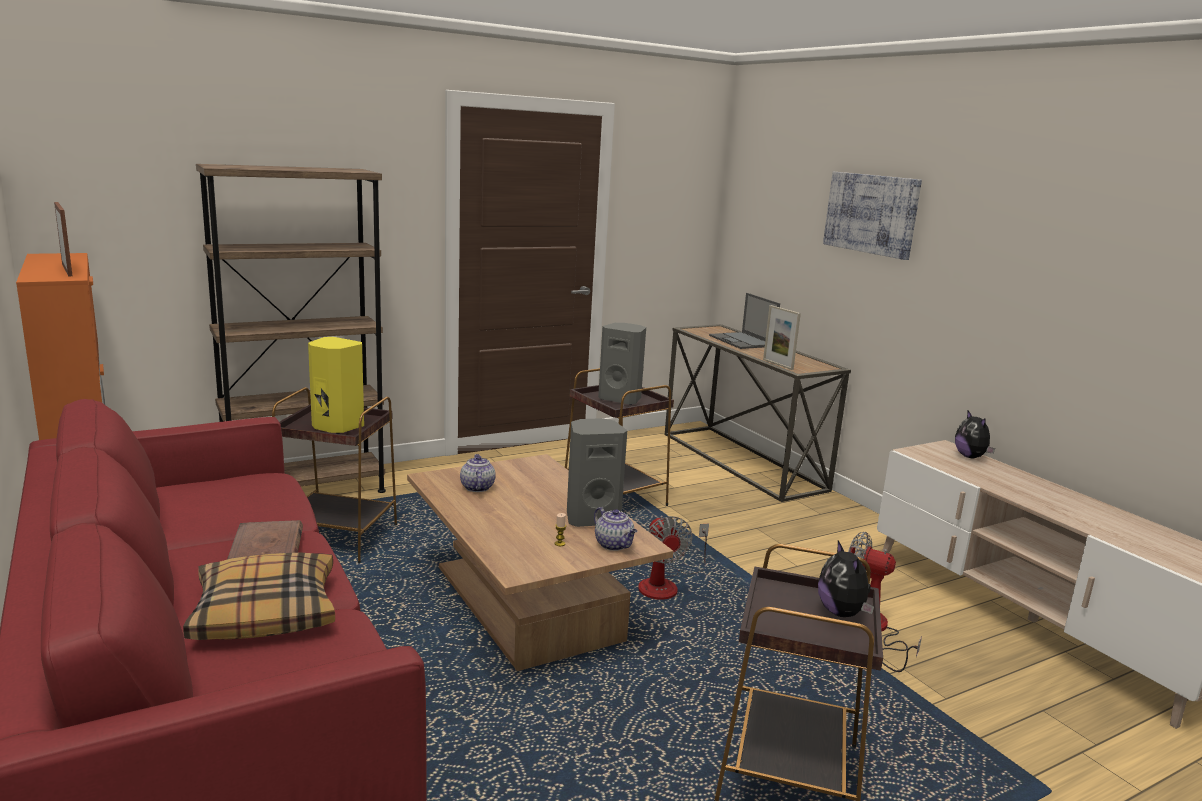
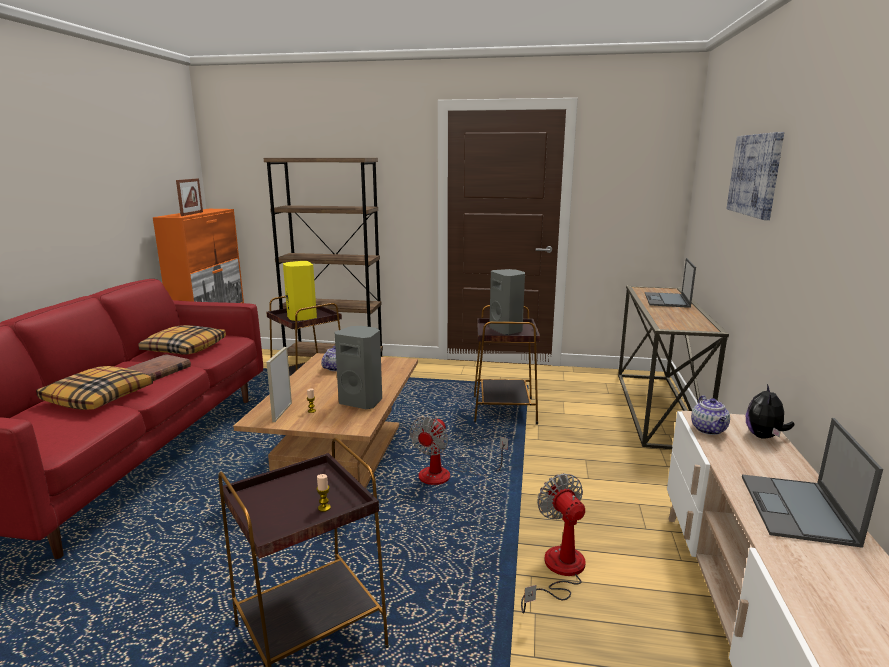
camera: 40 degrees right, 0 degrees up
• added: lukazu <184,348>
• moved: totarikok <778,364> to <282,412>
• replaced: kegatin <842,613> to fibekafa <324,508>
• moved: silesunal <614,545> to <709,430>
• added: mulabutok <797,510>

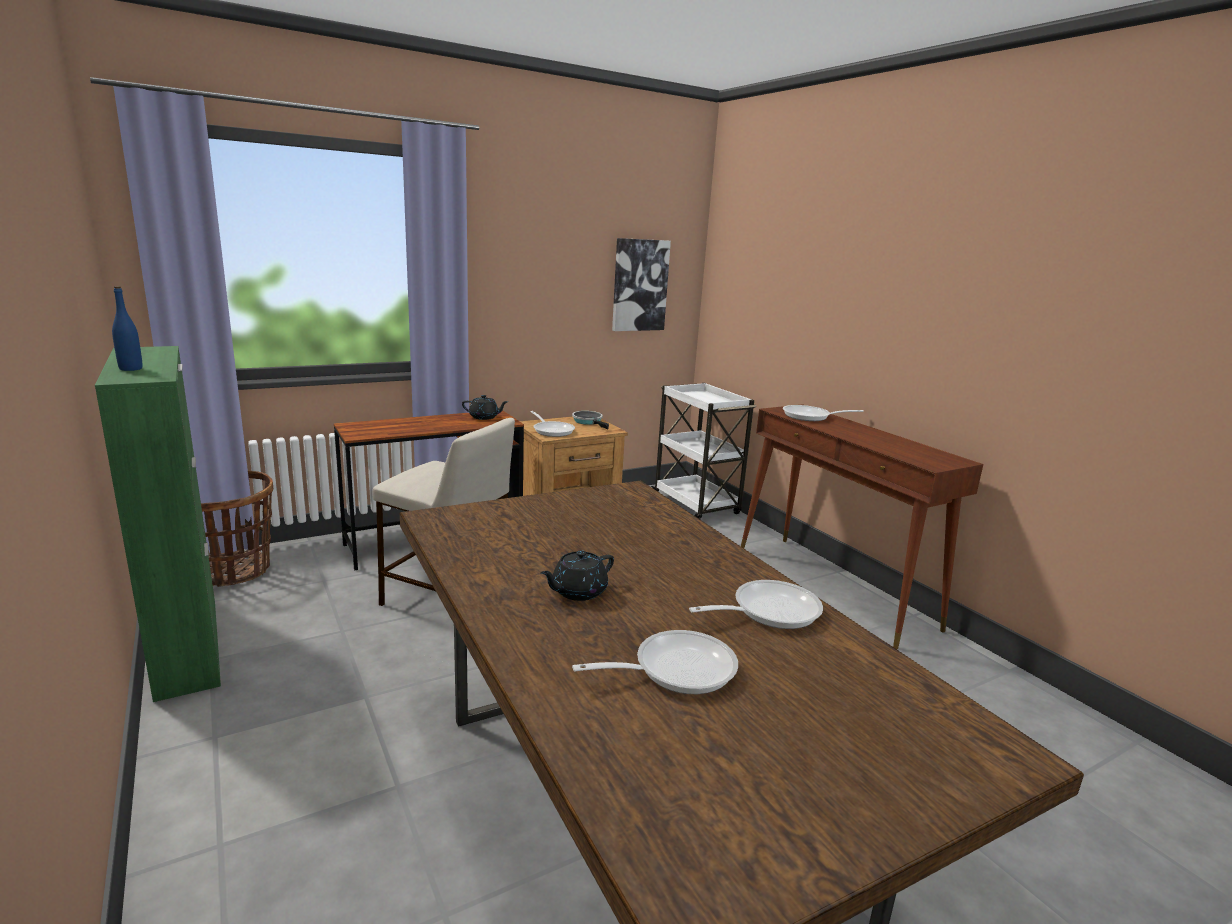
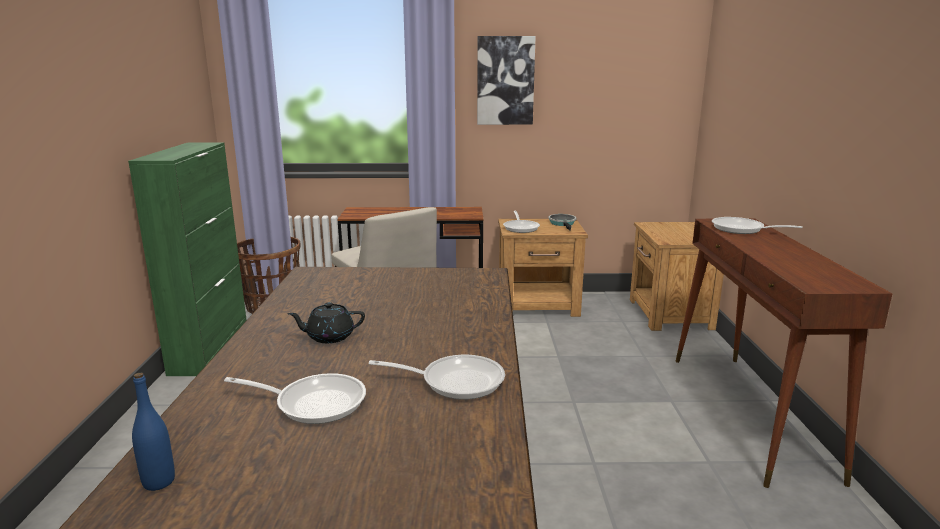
camera: 30 degrees right, 0 degrees up
• moved: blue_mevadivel <131,369> to <159,482>
• moved: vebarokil <639,285> to <505,81>
• replaced: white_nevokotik <696,505> to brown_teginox <669,314>
• removed: black_silesunal <484,417>

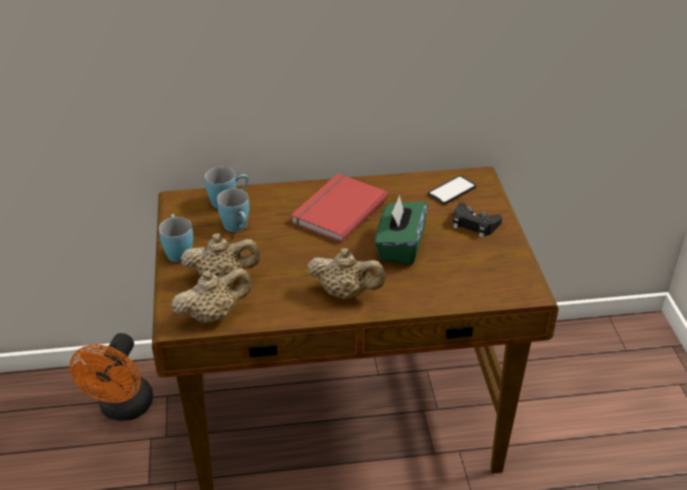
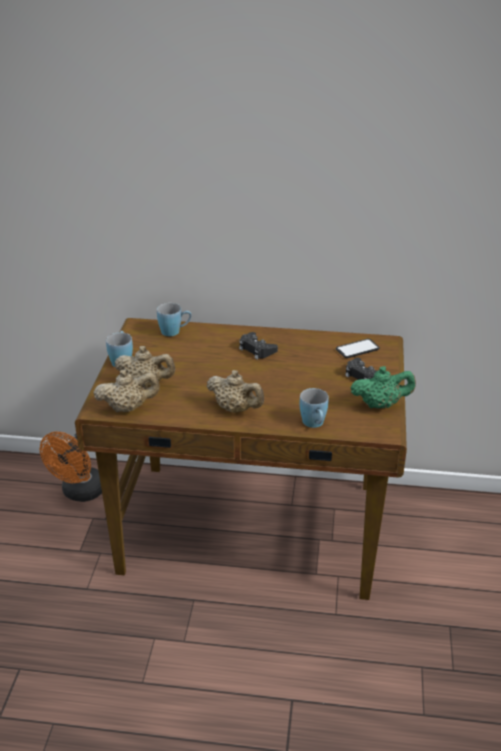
camera: 15 degrees right, 5 degrees down
• replaced: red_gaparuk <337,210> to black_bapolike <256,349>
• moved: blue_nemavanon <238,228> to <314,424>
• added: green_silesunal <380,405>
• removed: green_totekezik <400,247>

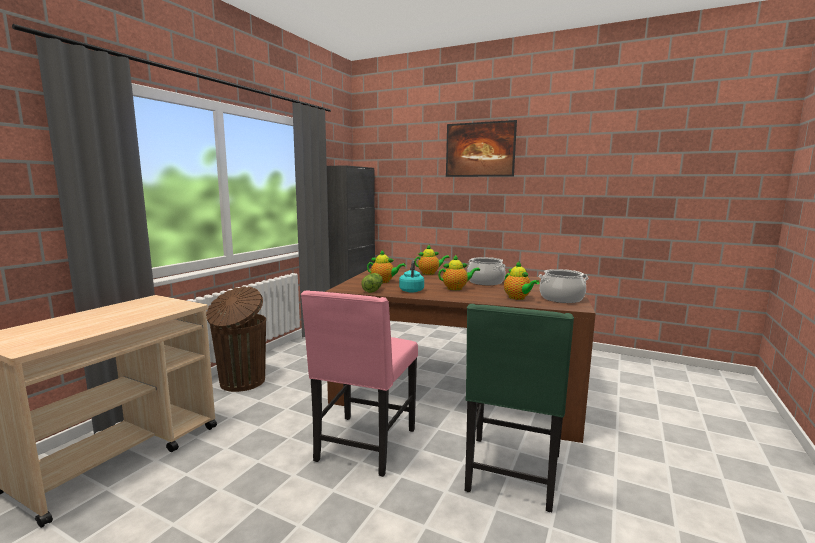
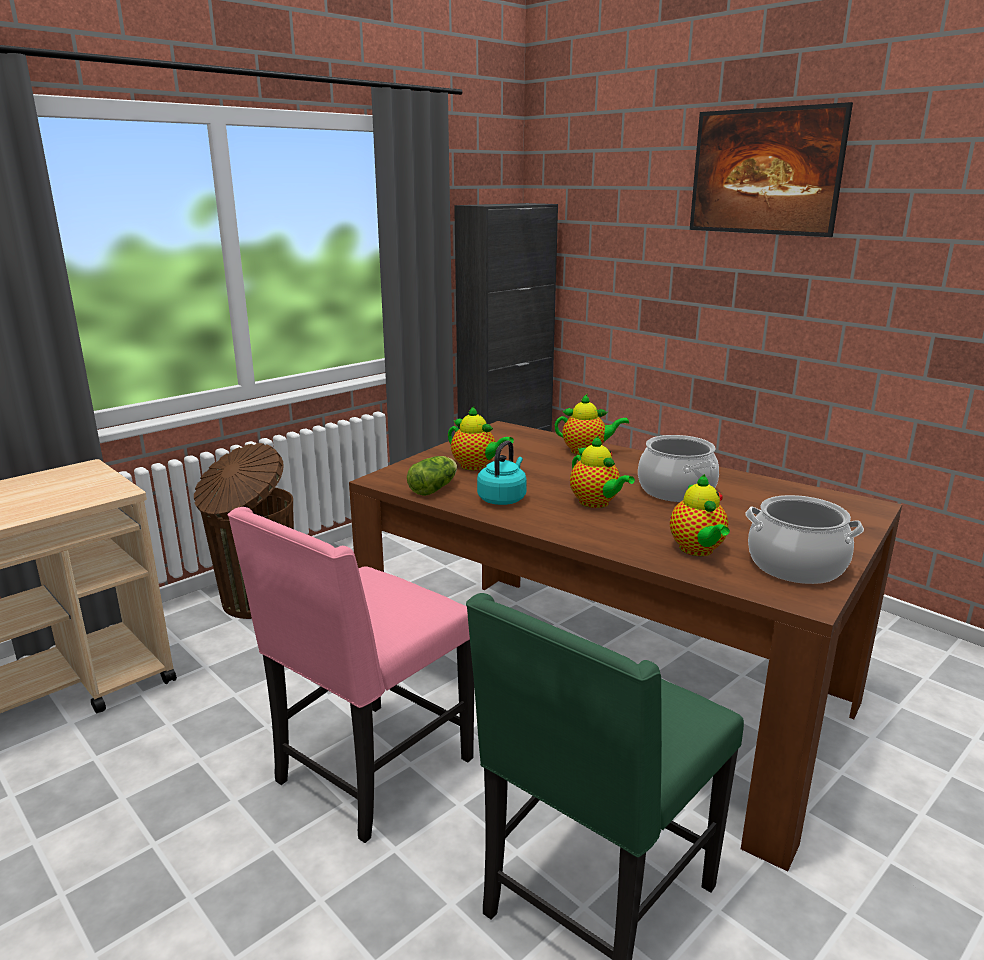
camera: 20 degrees right, 10 degrees up
• turned: silesunal <456,288> = <596,503> 45 degrees clockwise

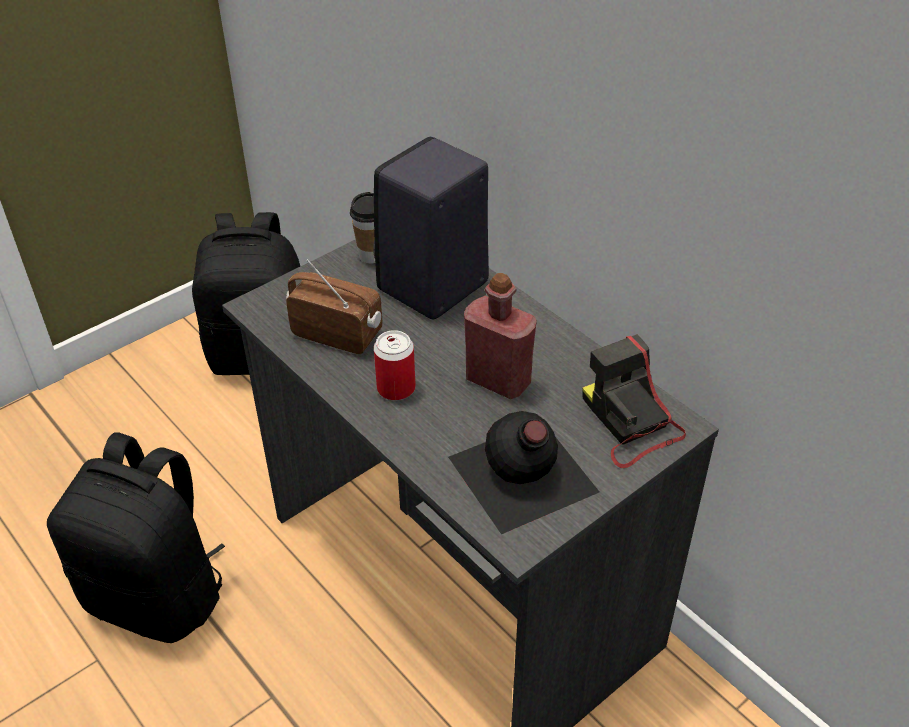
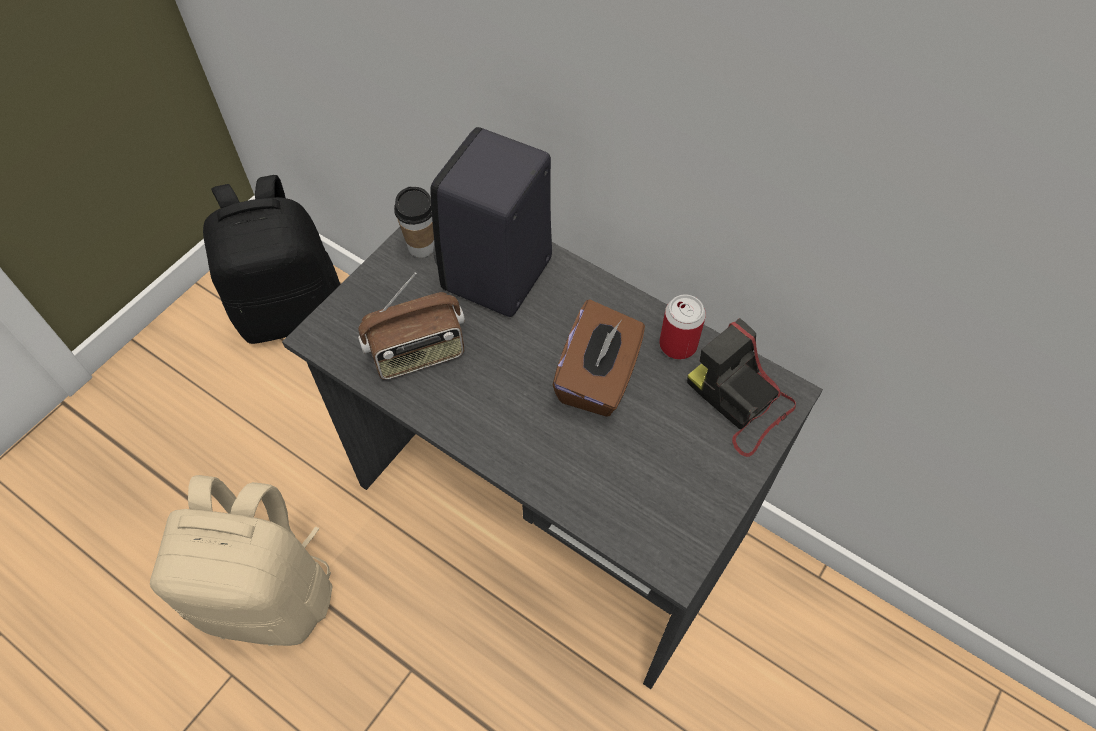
camera: 15 degrees left, 15 degrees up
• recoloured: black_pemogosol <158,596> to beige_pemogosol <270,595>
• turned: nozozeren <338,334> = <418,354> 150 degrees clockwise
• replaced: red_mevadivel <498,380> to brown_totekezik <598,378>
• moved: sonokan <396,388> to <678,344>
• removed: black_mevadivel <521,476>

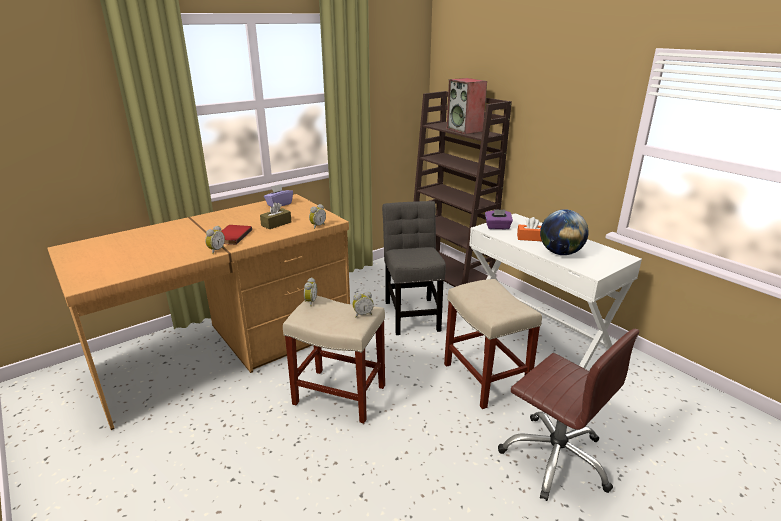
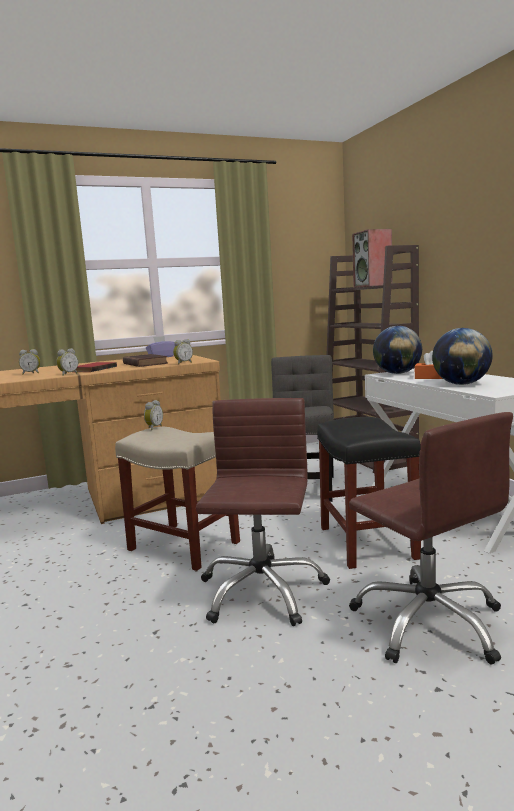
camera: 15 degrees right, 15 degrees down
• moved: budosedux <363,314> to <31,373>
• replaced: brown_totekezik <276,224> to brown_gaparuk <144,363>
• added: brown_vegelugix <261,591>
• recoloured: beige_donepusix <484,377> to black_donepusix <366,542>
• replaced: purple_totekezik <497,227> to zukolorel <397,373>

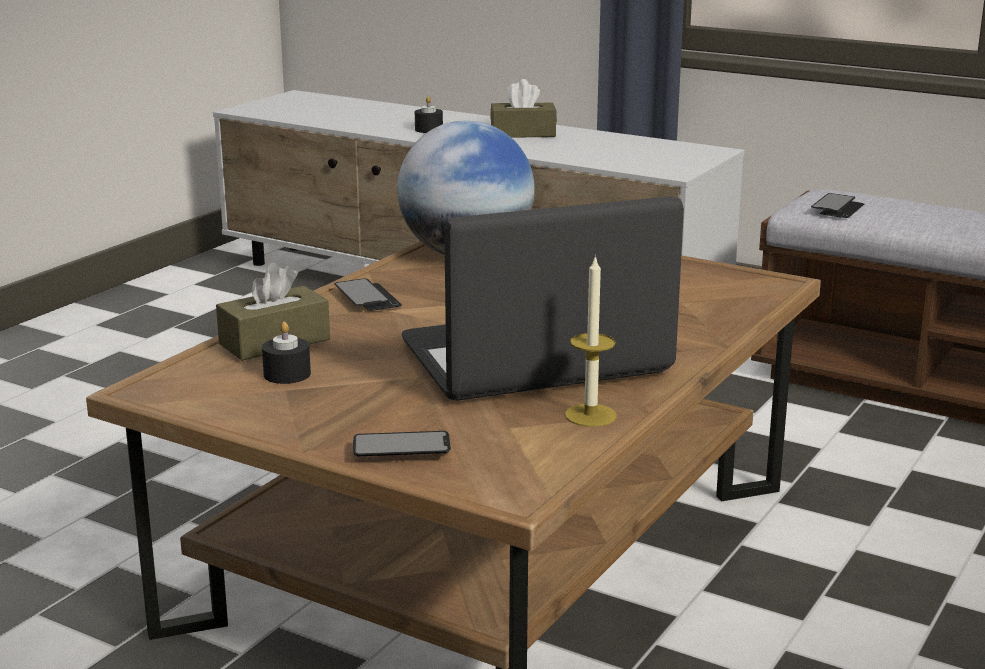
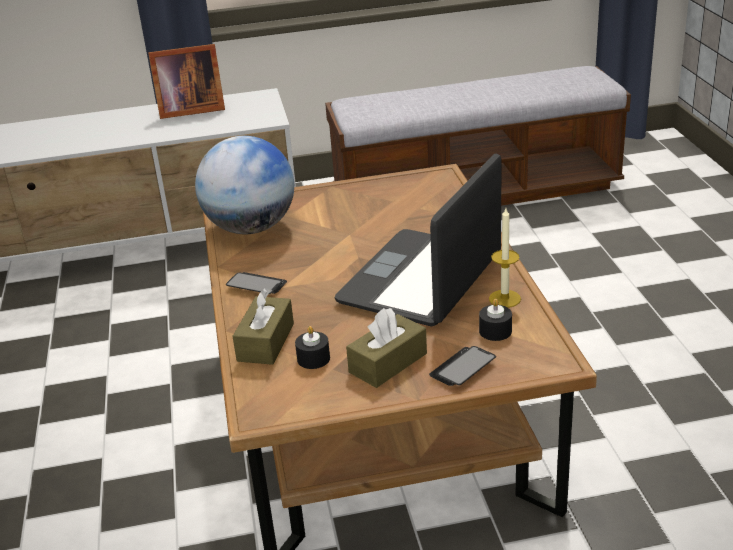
camera: 40 degrees left, 10 degrees up
• added: totarikok <189,110>
• moved: brown_totekezik <523,133> to <388,363>
• moved: black_fibekafa <428,129> to <495,331>
• removed: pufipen <837,208>

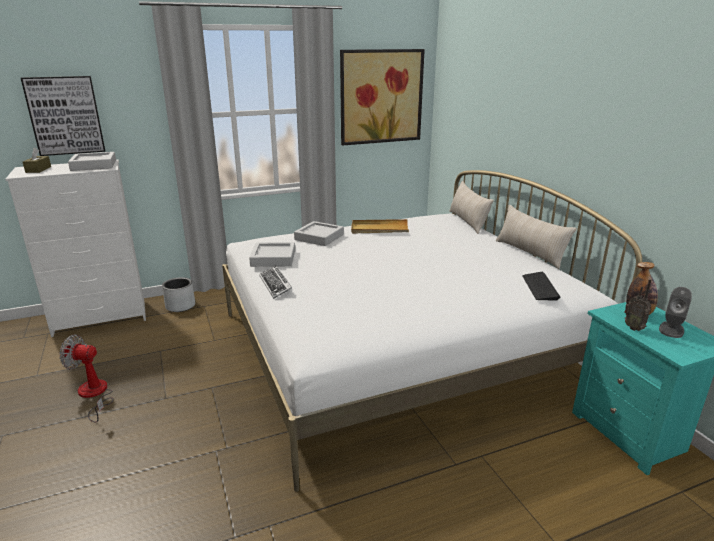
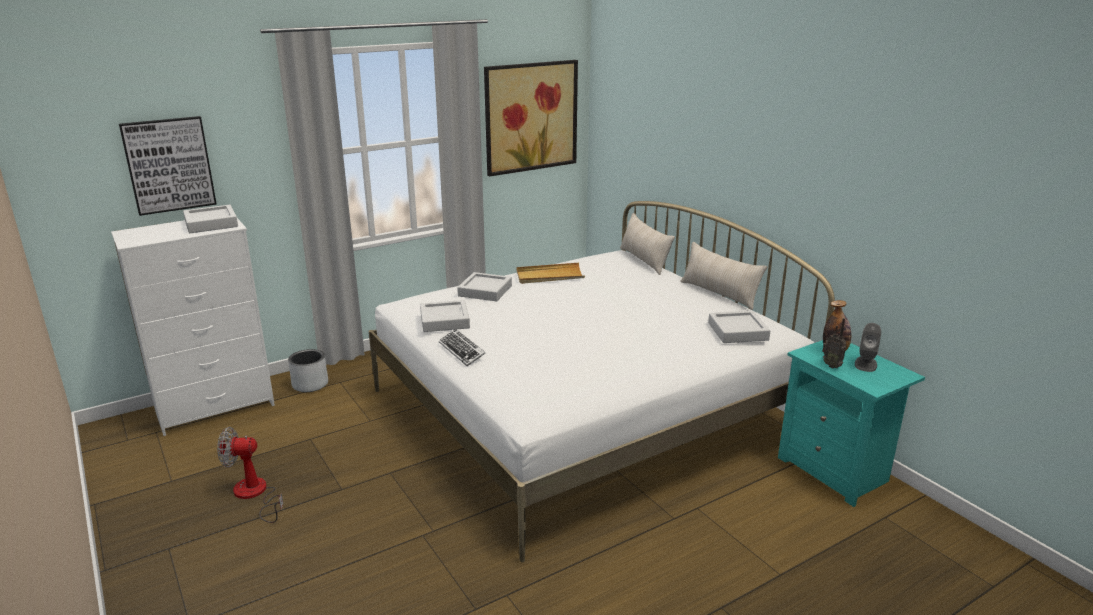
camera: 10 degrees left, 0 degrees up
• replaced: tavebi <540,287> to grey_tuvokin <737,331>
• removed: brown_totekezik <38,169>

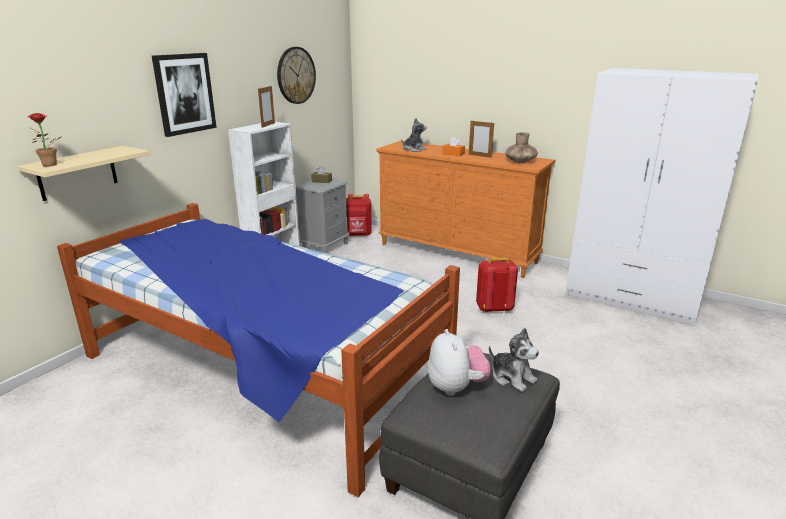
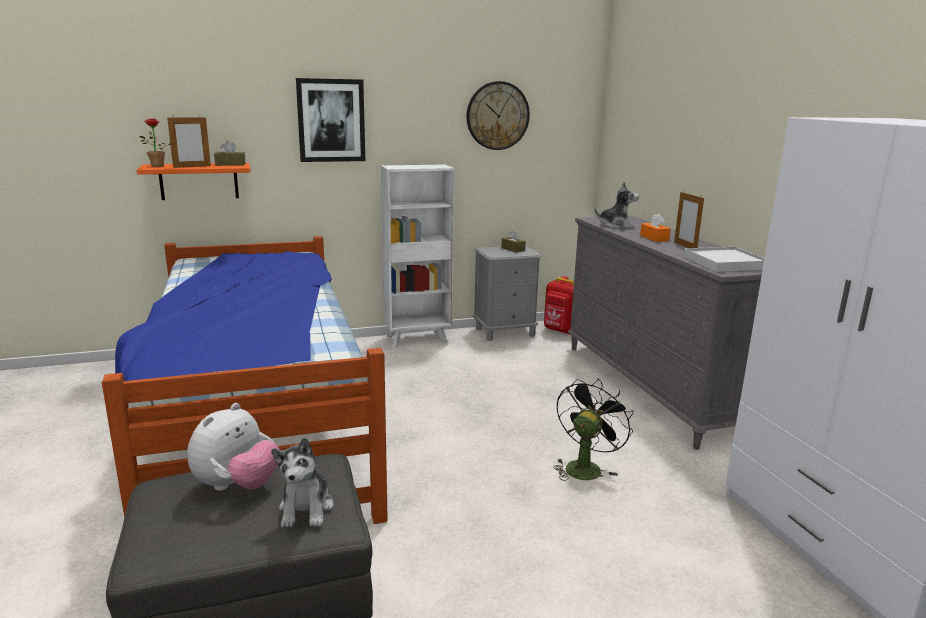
camera: 40 degrees right, 5 degrees down
• recoloured: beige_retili <77,173> to orange_retili <199,181>
• moved: totarikok <268,125> to <192,166>
• added: brown_totekezik <230,164>
• replaced: red_pemogosol <494,308> to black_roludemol <585,466>
• recoloured: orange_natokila <457,253> to grey_natokila <650,388>
• replaced: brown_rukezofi <520,161> to white_tuvokin <725,263>

